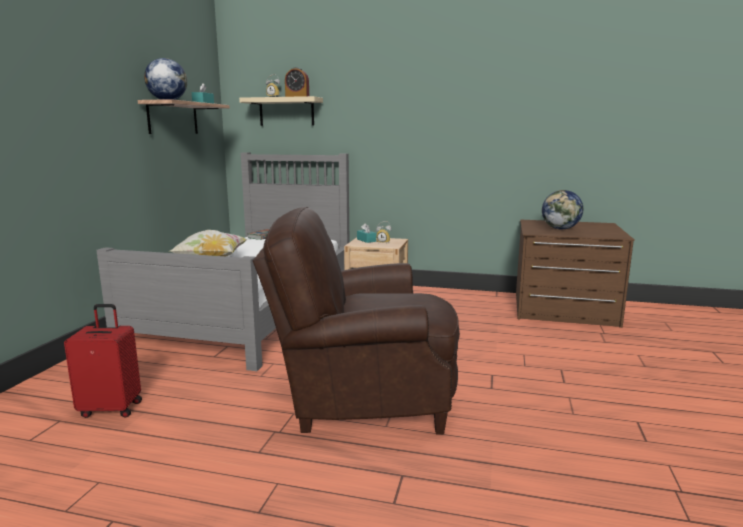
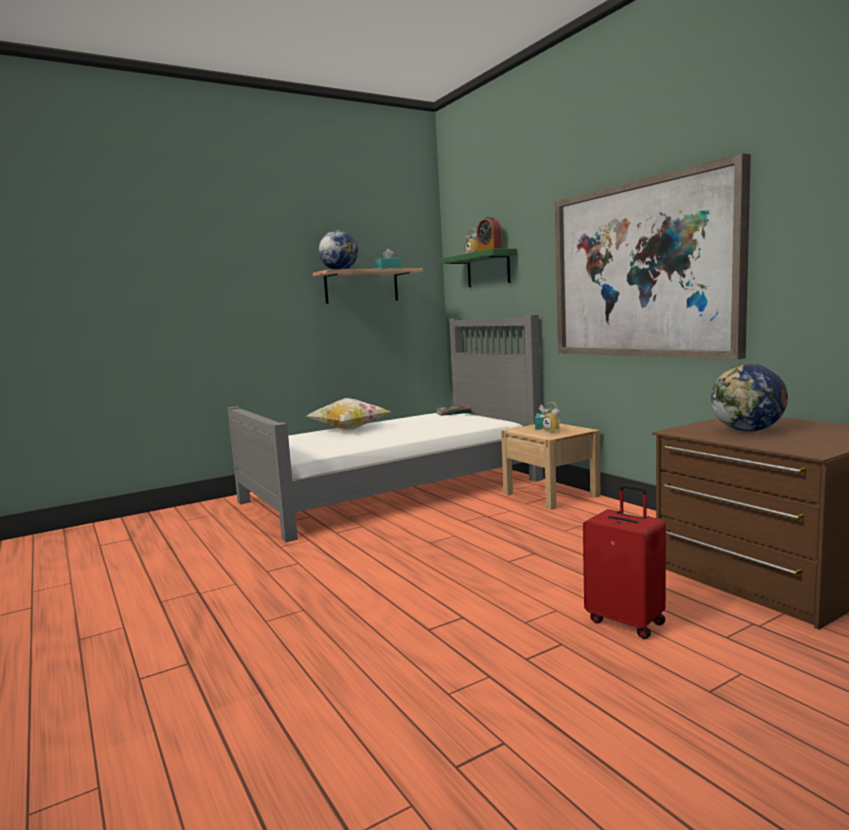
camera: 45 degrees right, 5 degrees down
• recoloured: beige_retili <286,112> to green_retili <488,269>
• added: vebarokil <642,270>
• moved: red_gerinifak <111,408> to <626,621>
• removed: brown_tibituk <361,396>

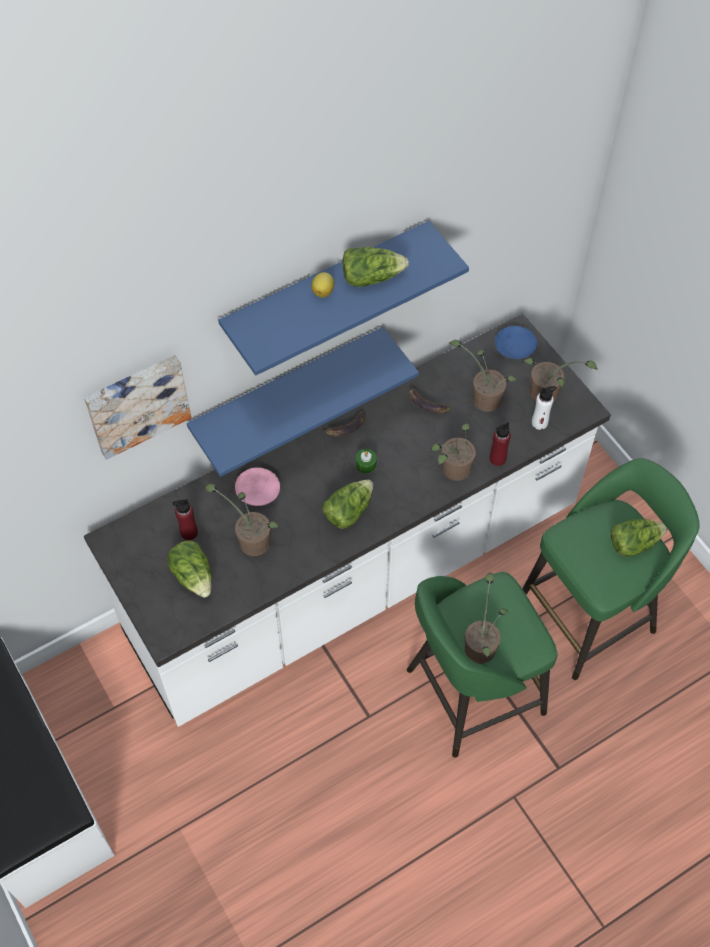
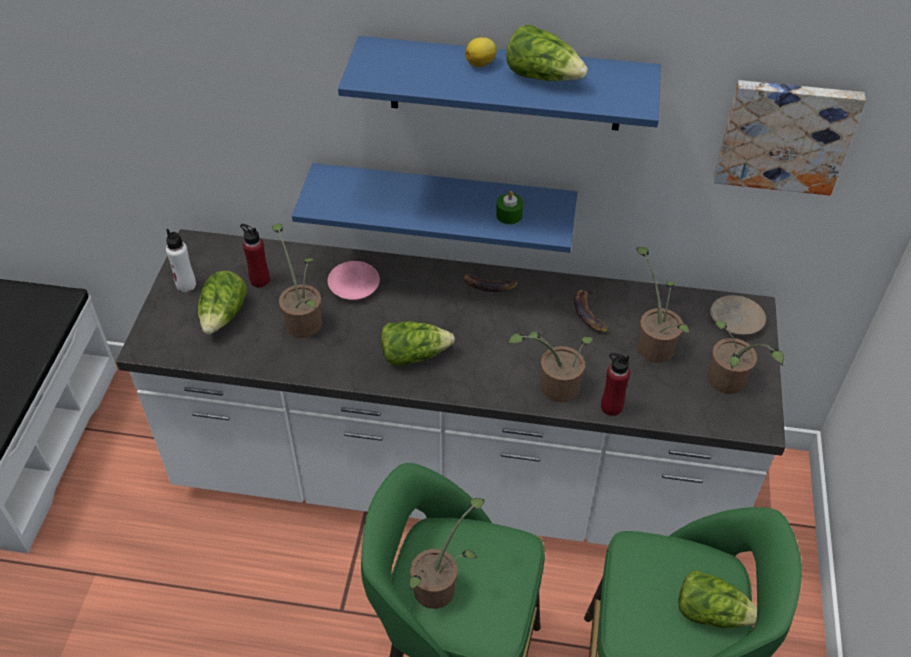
camera: 40 degrees right, 10 degrees down
• moved: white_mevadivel <539,423> to <186,285>
• moved: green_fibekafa <366,464> to <509,215>
• recoloured: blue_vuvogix <514,346> to beige_vuvogix <735,320>
• moved: vebarokil <137,404> to <785,135>

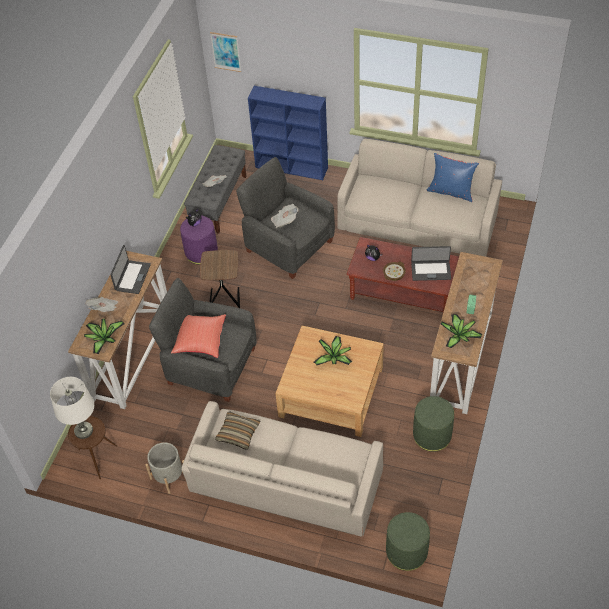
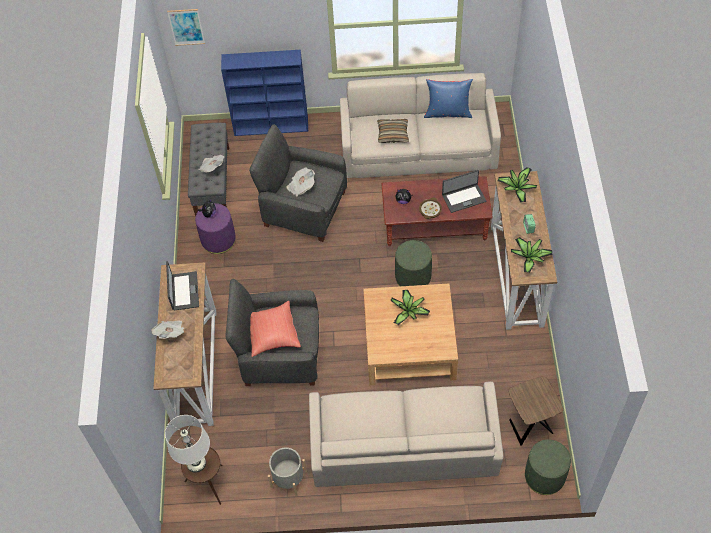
camera: 20 degrees left, 5 degrees up
• moved: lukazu <238,433> to <393,134>
• moved: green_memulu <432,435> to <413,277>
• moved: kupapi <104,339> to <517,188>
• moved: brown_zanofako <224,297> to <529,426>

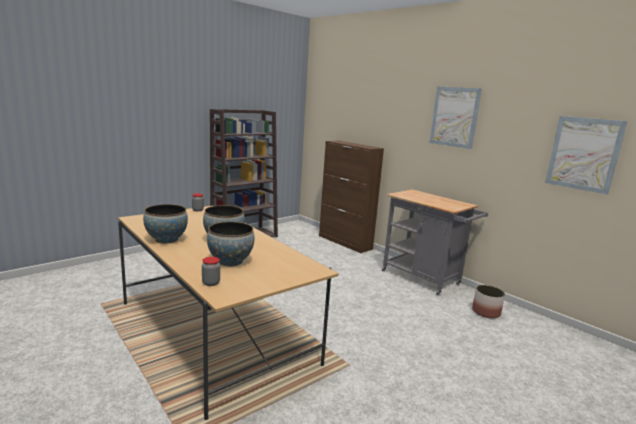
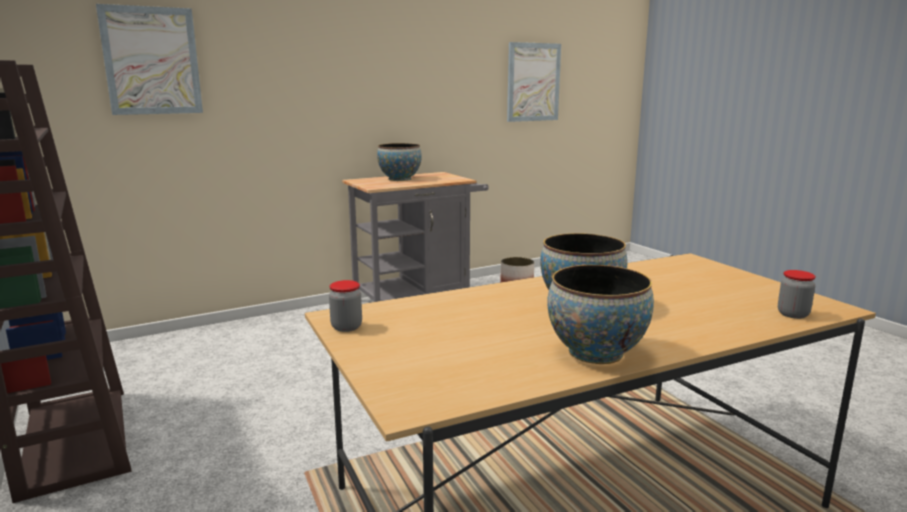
camera: 75 degrees left, 0 degrees up
• moved: vebarokil <454,117> to <152,61>
• moved: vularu <230,261> to <400,179>
• removed: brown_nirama <345,242>

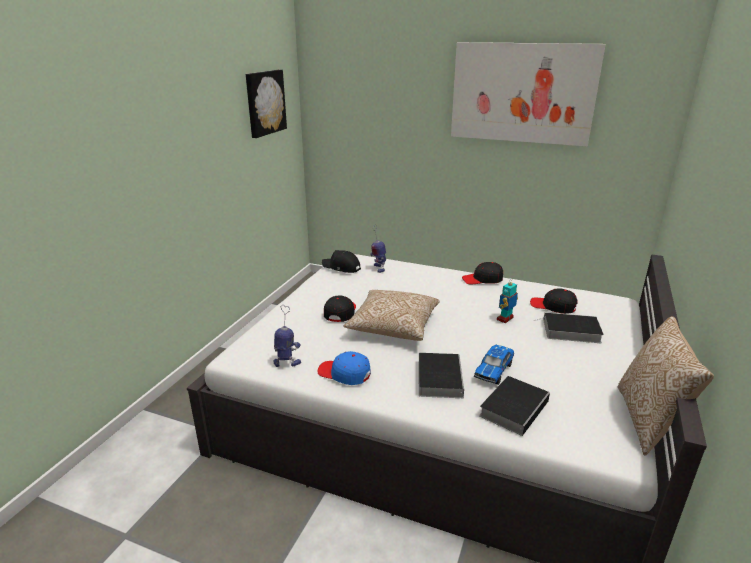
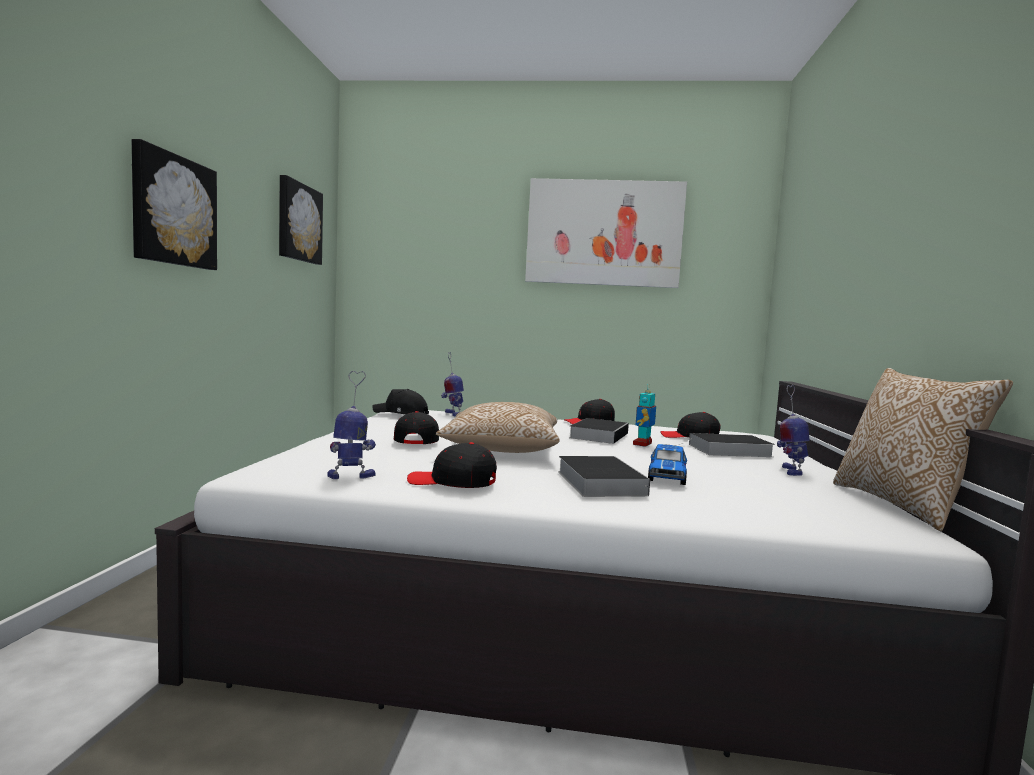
camera: 15 degrees left, 20 degrees down
• added: vebarokil <173,211>
• recoloured: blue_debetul <344,374> to black_debetul <452,482>
• moved: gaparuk <514,407> to <599,435>
• added: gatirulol <790,471>

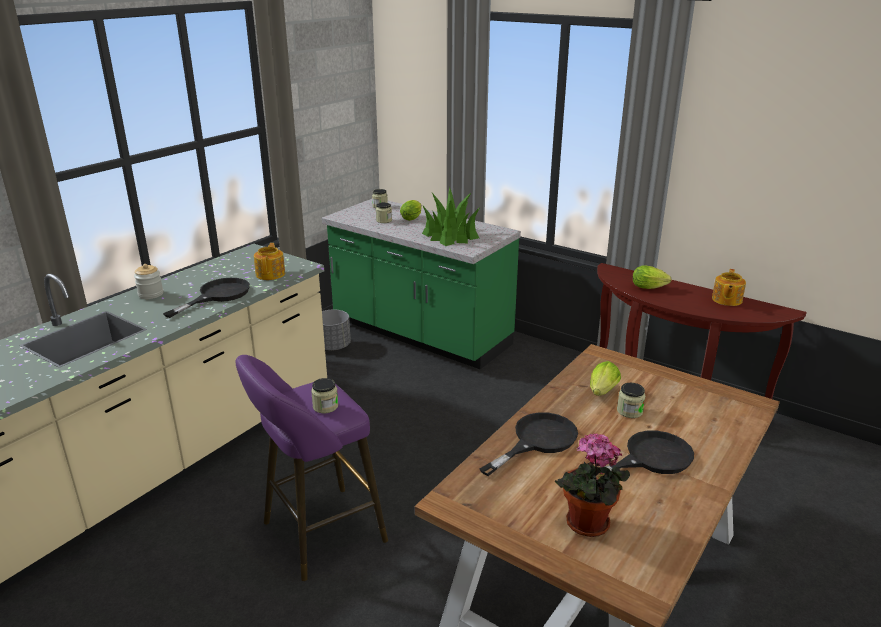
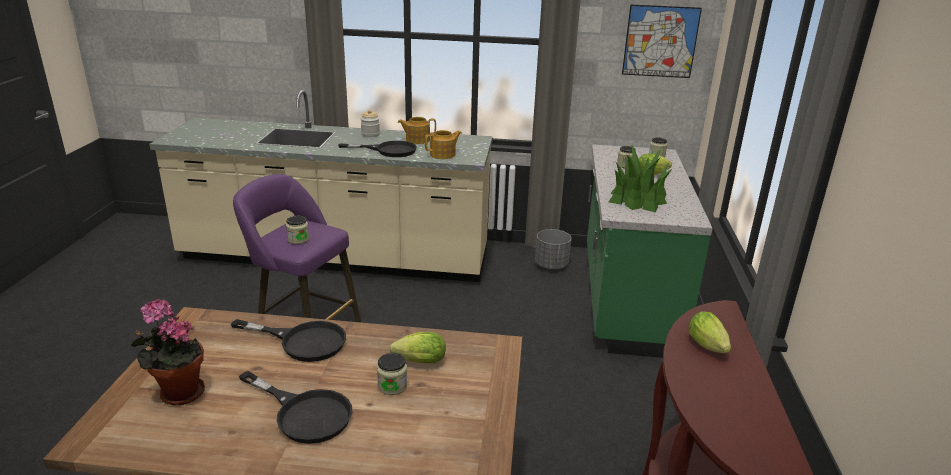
camera: 60 degrees right, 0 degrees up
• moved: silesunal <726,300> to <417,140>
• added: vebarokil <660,41>

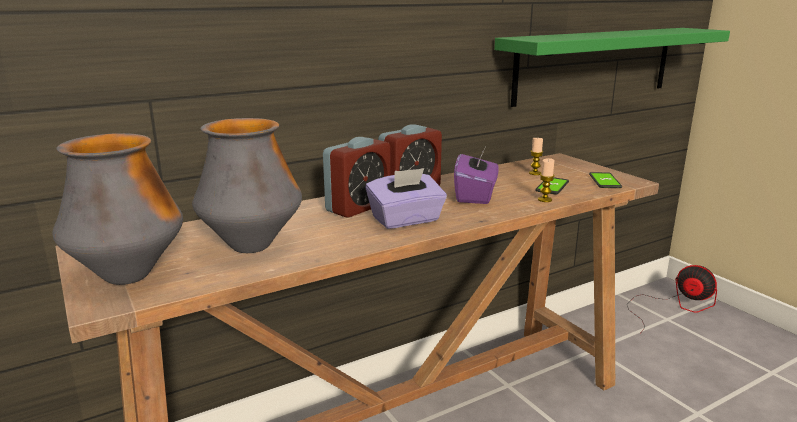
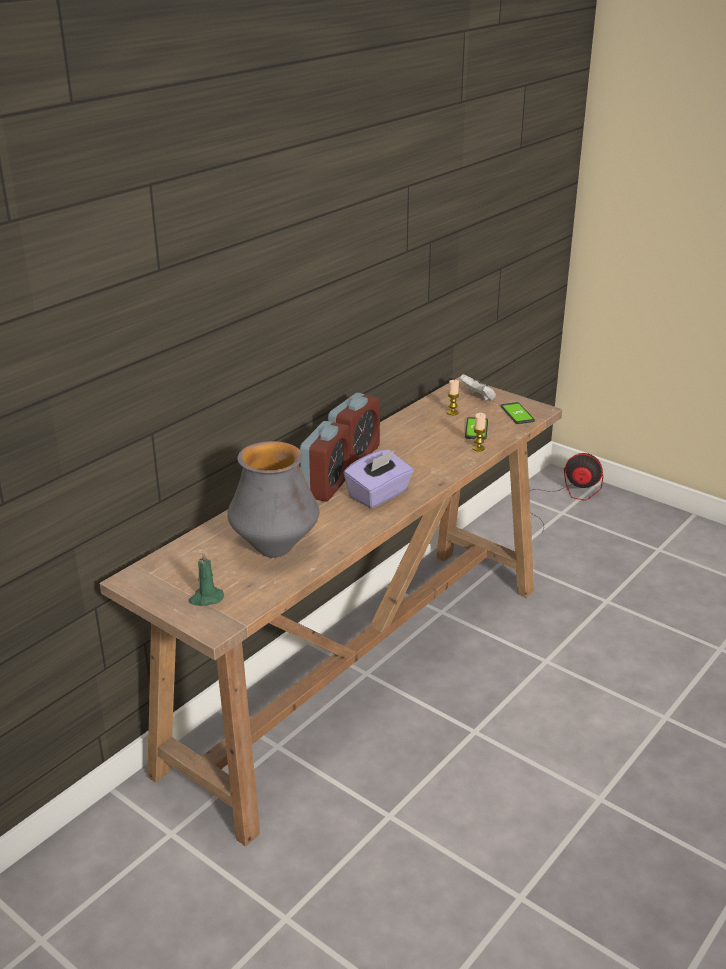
camera: 20 degrees left, 10 degrees up
• replaced: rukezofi <129,276> to green_fibekafa <206,598>
• added: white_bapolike <478,397>
• removed: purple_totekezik <475,195>
• removed: green_retili <595,64>

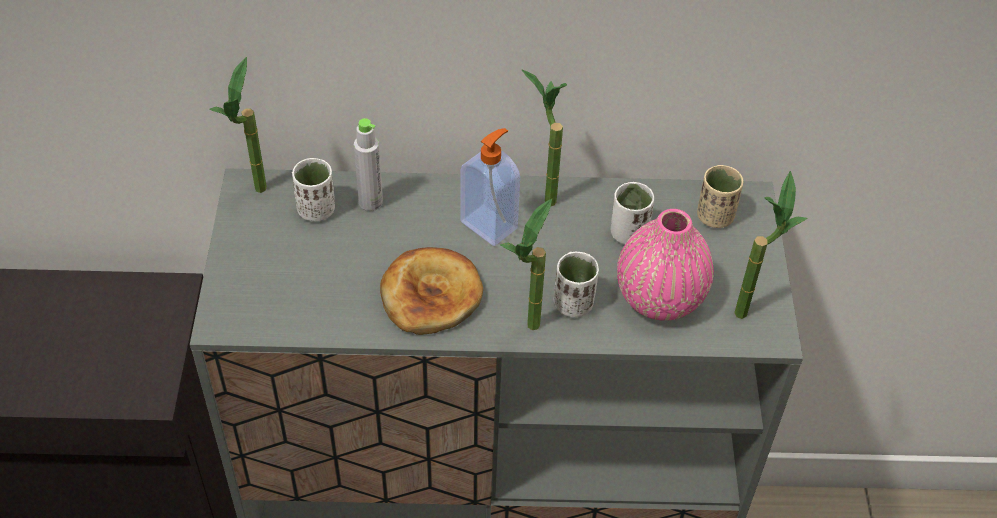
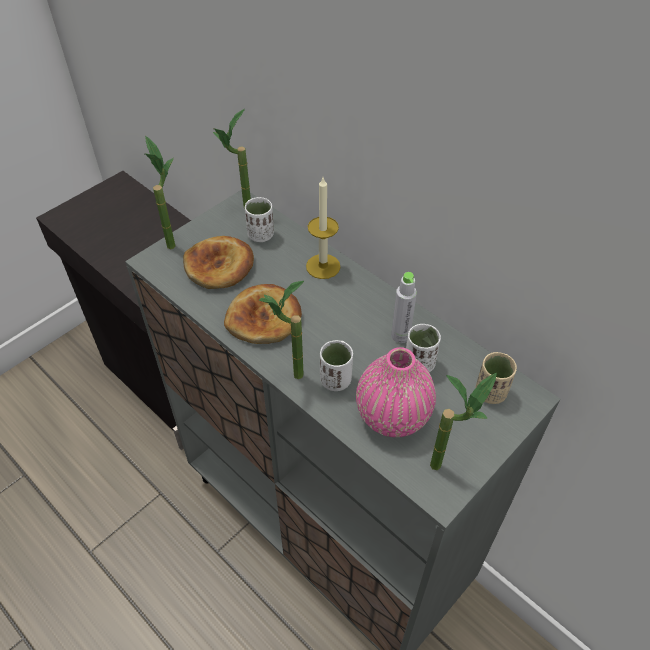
camera: 45 degrees right, 0 degrees up
• moved: kupapi <541,195> to <172,240>
• added: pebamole <219,266>
• added: fibekafa <323,266>
• moved: grey_mevadivel <370,202> to <400,336>
• removed: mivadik <490,224>

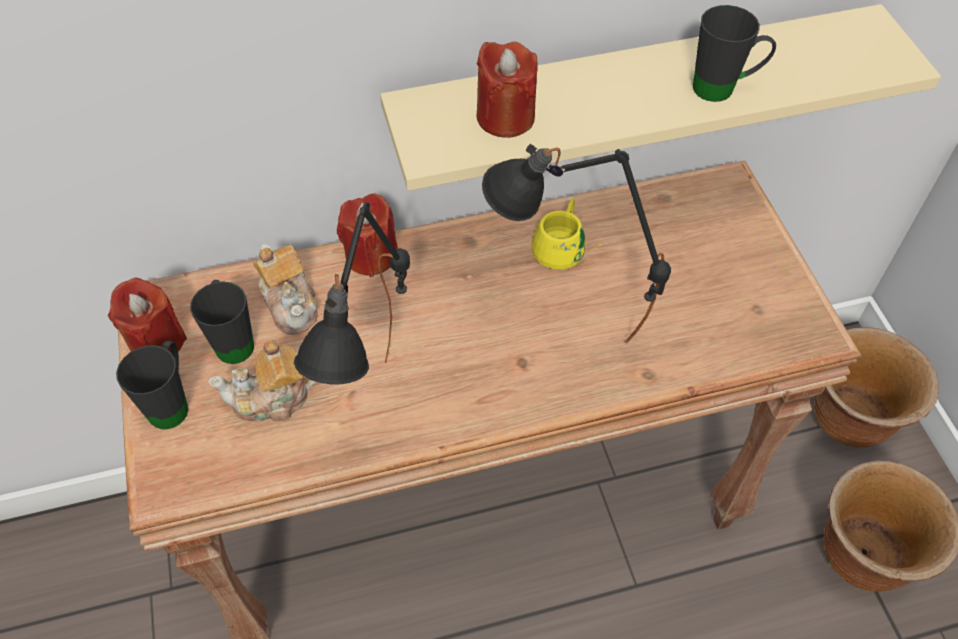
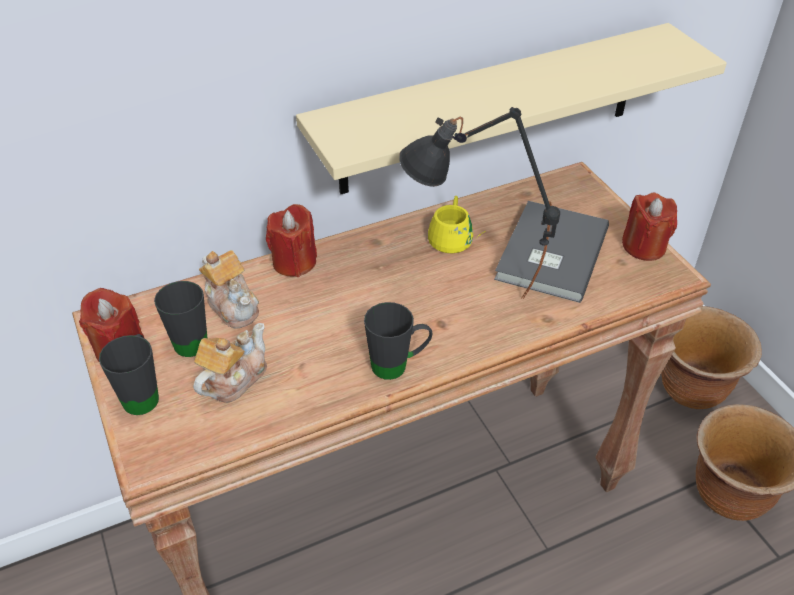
camera: 10 degrees left, 10 degrees down
• turned: silesunal <273,399> = <233,378> 150 degrees clockwise
• moved: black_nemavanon <724,89> to <398,366>
• added: grey_gaparuk <548,254>
• moved: red_fibekafa <505,117> to <644,246>
• removed: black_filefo <383,417>

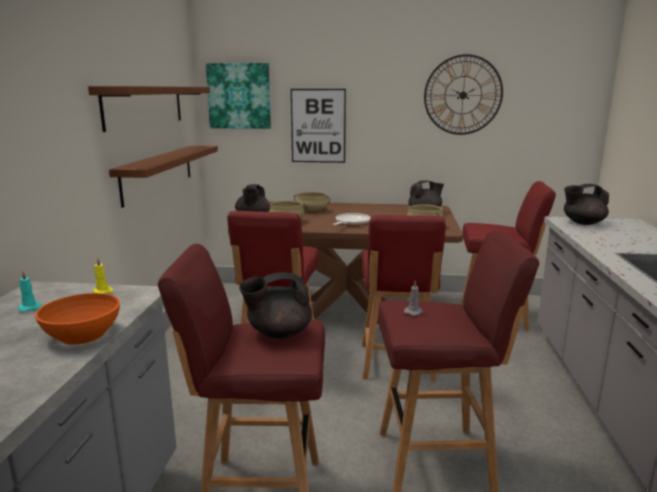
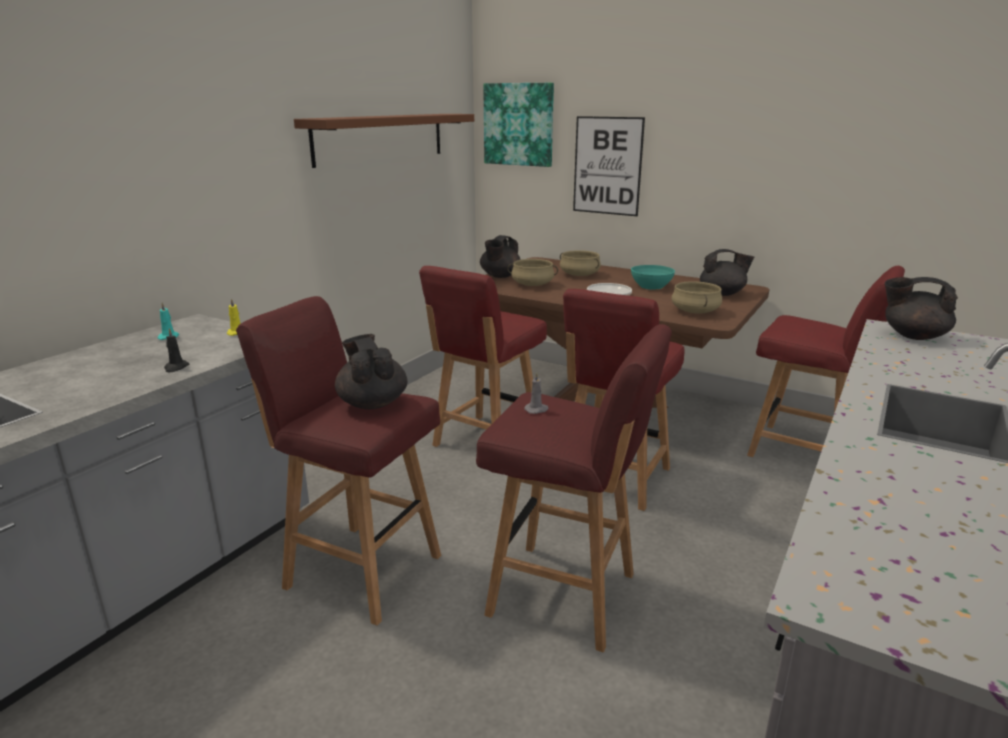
camera: 25 degrees right, 5 degrees up
• replaced: orange_vularu <82,335> to black_fibekafa <176,367>
• turned: black_silesunal <278,333> = <372,403> 60 degrees clockwise
• added: turquoise_vularu <651,286>
• removed: brown_retili <158,172>
• removed: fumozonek <463,95>

